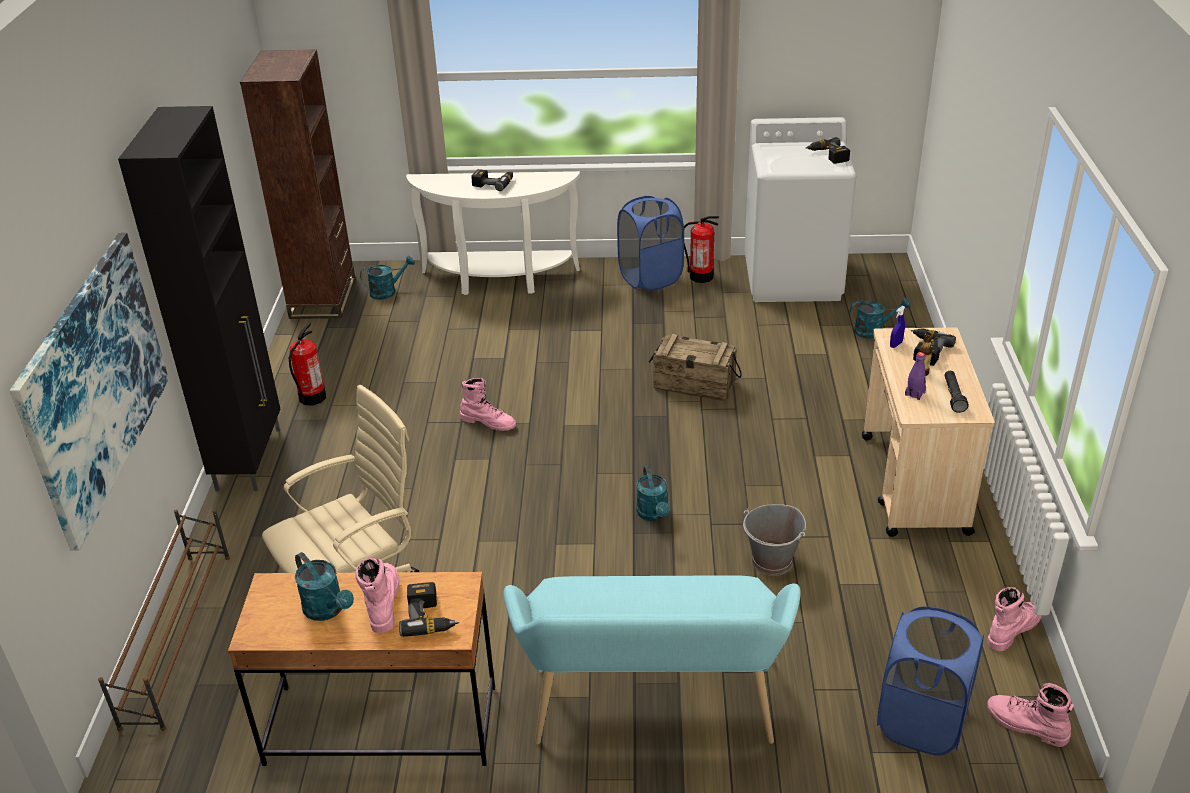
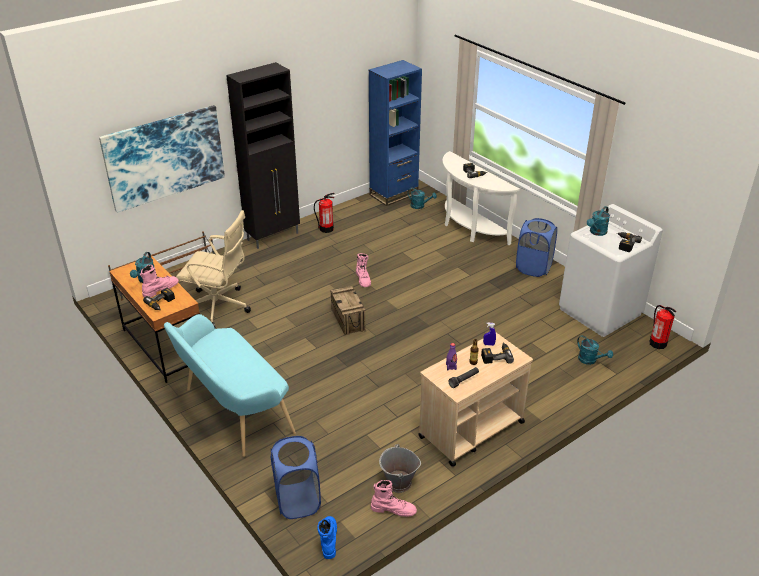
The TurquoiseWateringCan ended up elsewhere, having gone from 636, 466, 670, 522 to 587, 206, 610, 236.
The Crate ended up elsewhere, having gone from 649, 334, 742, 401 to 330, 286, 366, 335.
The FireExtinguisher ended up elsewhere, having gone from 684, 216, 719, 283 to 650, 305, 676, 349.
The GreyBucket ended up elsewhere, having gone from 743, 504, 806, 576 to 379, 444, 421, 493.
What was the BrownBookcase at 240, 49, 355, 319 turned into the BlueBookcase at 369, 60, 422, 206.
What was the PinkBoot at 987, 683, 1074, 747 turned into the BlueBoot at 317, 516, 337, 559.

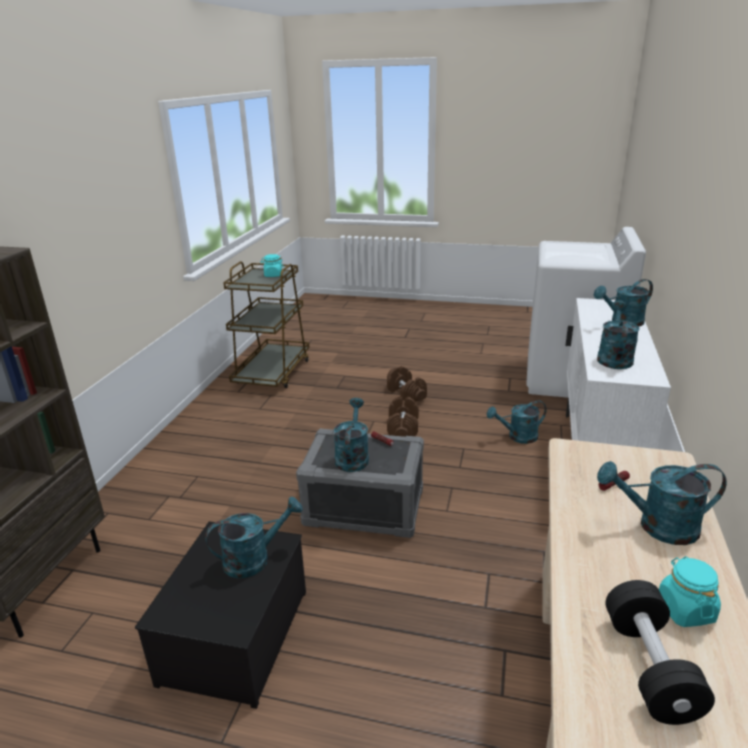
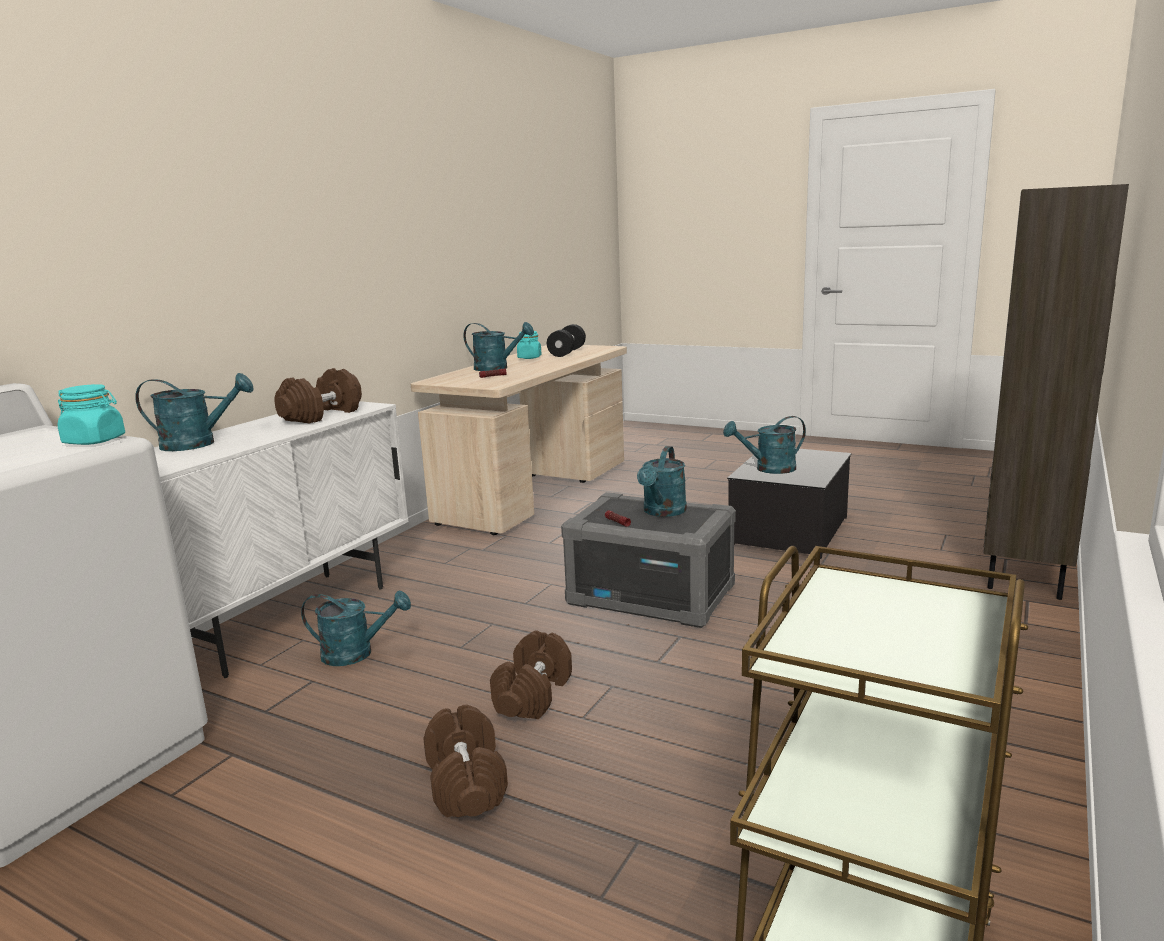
The TurquoiseJar ended up elsewhere, having gone from 260, 254, 284, 277 to 58, 384, 125, 445.
Where the TurquoiseWateringCan stood at 597, 300, 640, 369, the BrownDumbbell came to stand at 274, 368, 362, 423.

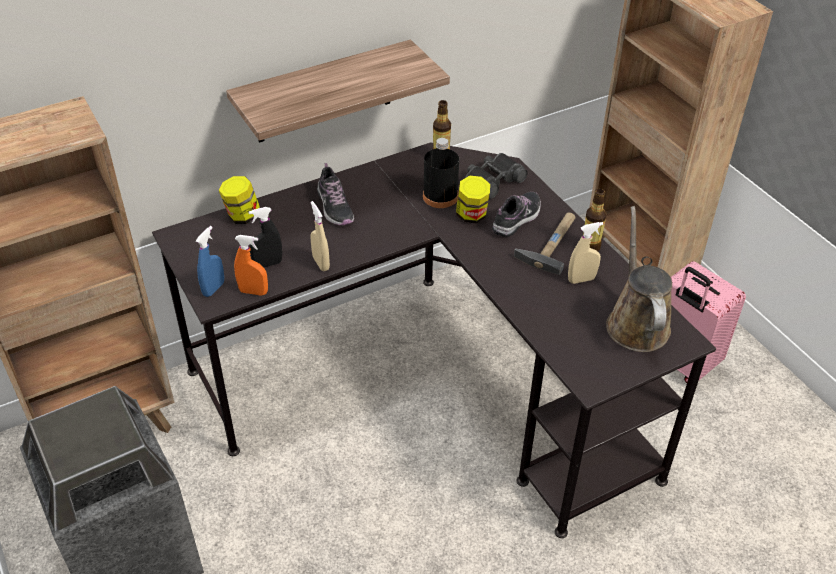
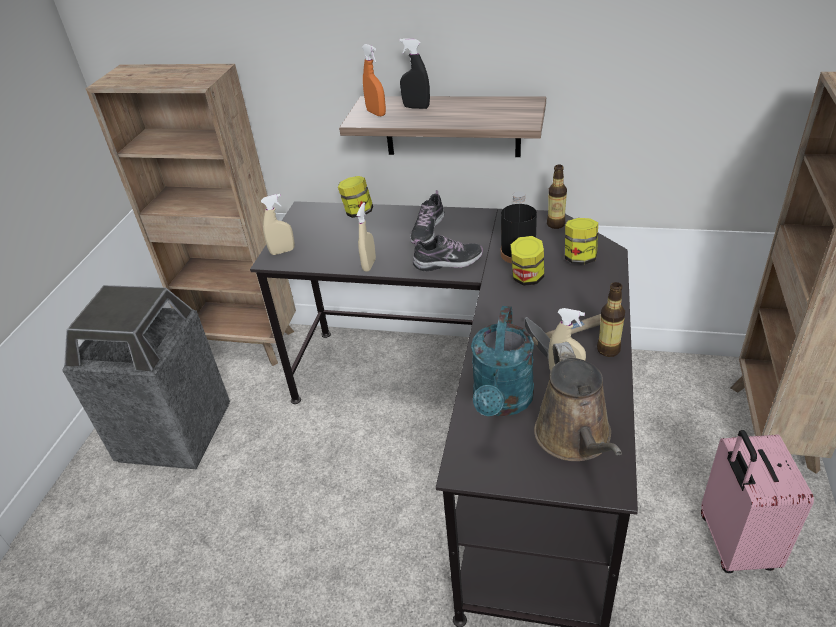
The second view gained the TurquoiseWateringCan at 471, 306, 534, 416.
The OrangeSprayBottle ended up elsewhere, having gone from 234, 235, 268, 296 to 362, 44, 386, 116.
The BlackSprayBottle ended up elsewhere, having gone from 248, 207, 282, 268 to 399, 38, 430, 109.
The Shoe ended up elsewhere, having gone from 492, 192, 541, 237 to 413, 235, 483, 271.
Where the BlackBinoculars stood at 465, 153, 528, 199, the Jar came to stand at 565, 218, 598, 264.
What was the BlueSprayBottle at 196, 226, 224, 297 turned into the BeigeSprayBottle at 261, 194, 295, 255.
The BrownWateringCan at 606, 206, 672, 352 ended up facing another way, 135 degrees clockwise from before.

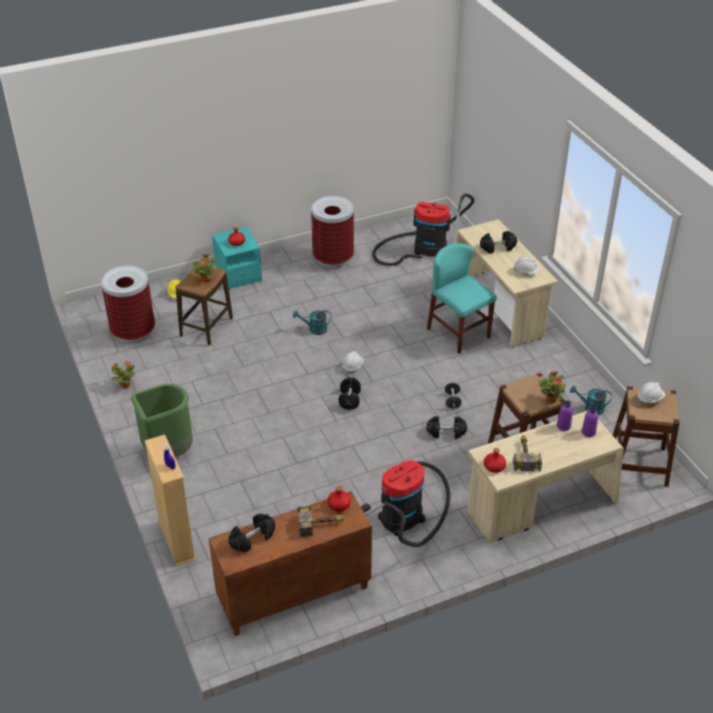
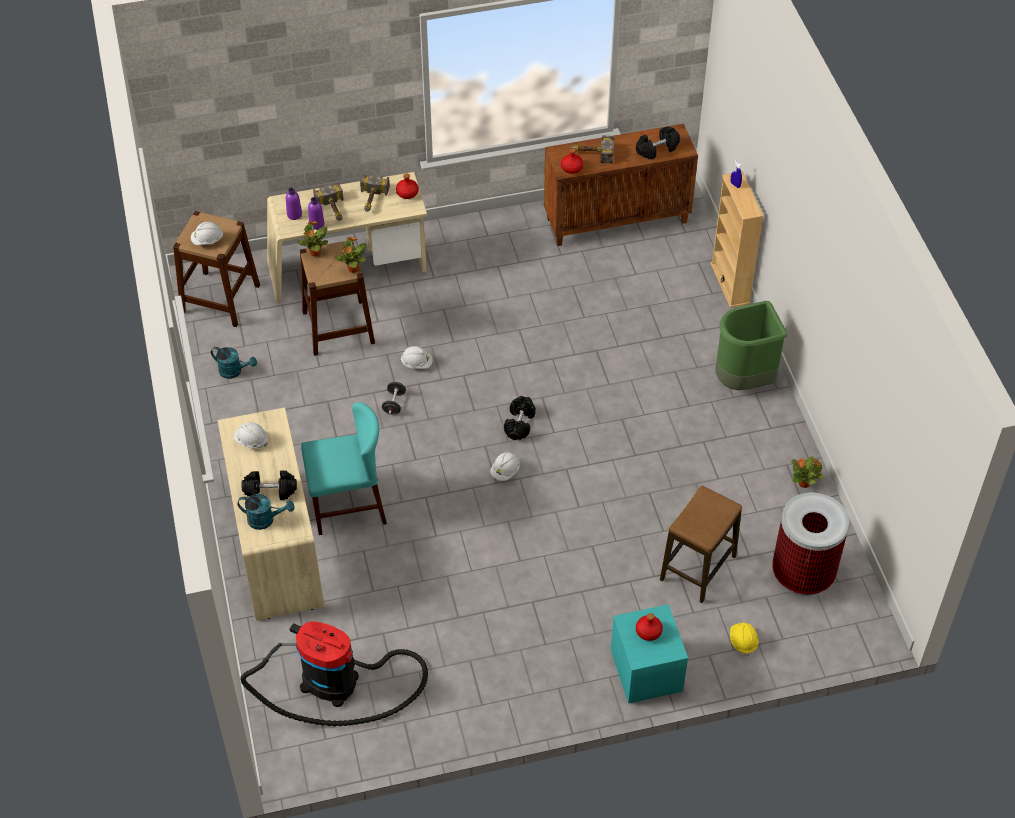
The second view lost the TrashCan at 311, 196, 354, 269.
The second view lost the VacuumCleaner at 361, 460, 450, 547.
The second view gained the Hammer at 313, 183, 344, 221.
The PottedPlant ended up elsewhere, having gone from 193, 254, 217, 282 to 335, 237, 366, 273.
The TurquoiseWateringCan ended up elsewhere, having gone from 293, 310, 331, 335 to 237, 494, 294, 530.
Where the BlackDumbbell stood at 426, 416, 467, 439, the WhiteHardHat came to stand at 401, 346, 433, 369.
The TurquoiseChair at 427, 243, 497, 354 ended up facing another way, 75 degrees counterclockwise from before.

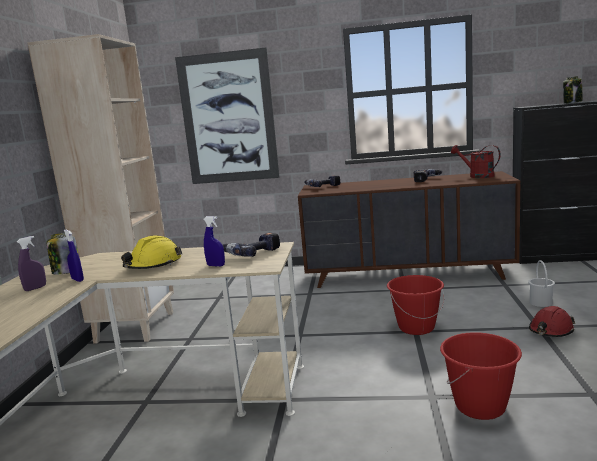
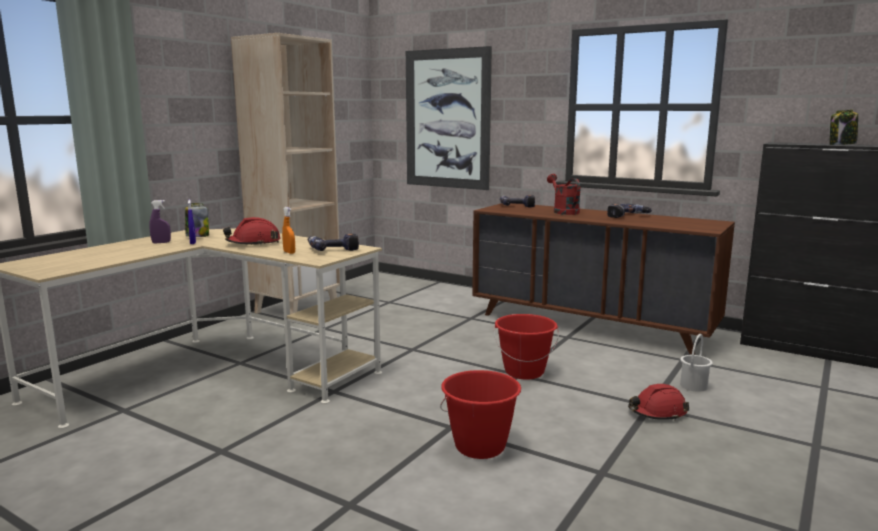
The RedWateringCan ended up elsewhere, having gone from 451, 145, 501, 178 to 547, 174, 581, 215.
What was the YellowHardHat at 121, 235, 182, 269 turned into the RedHardHat at 223, 217, 281, 246.
What was the BlueSprayBottle at 204, 216, 225, 267 turned into the OrangeSprayBottle at 282, 207, 295, 254.

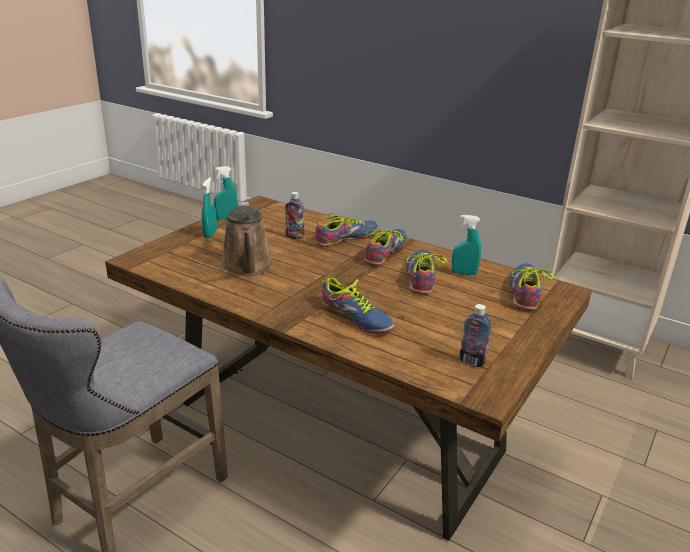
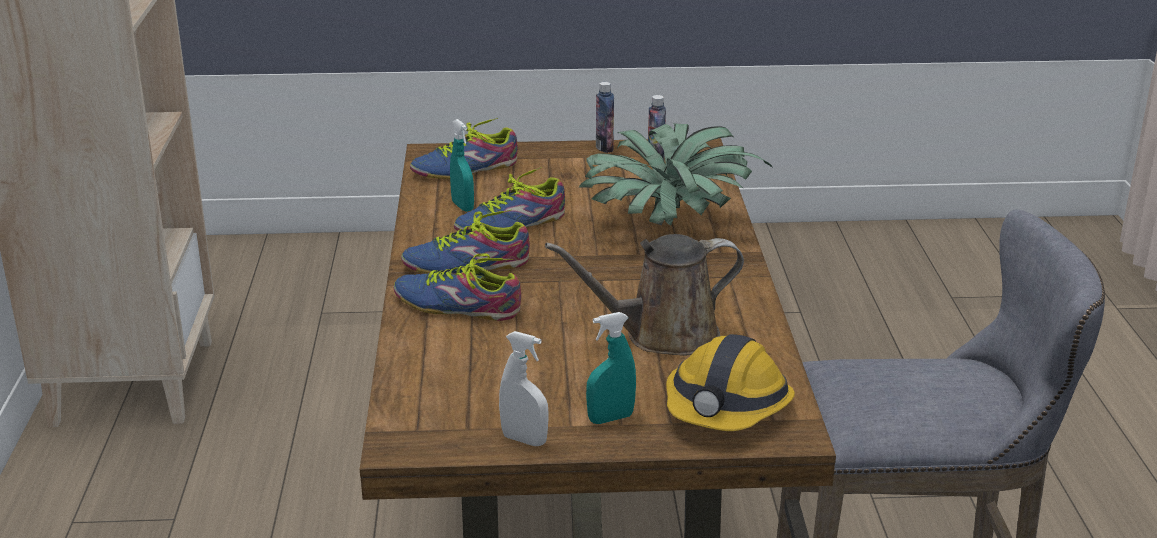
The second view gained the HardHat at 666, 334, 795, 431.
The Bottle ended up elsewhere, having gone from 285, 192, 305, 239 to 596, 82, 614, 153.
Where the Shoe stood at 322, 277, 394, 334, the PottedPlant came to stand at 579, 123, 772, 225.
What was the TurquoiseSprayBottle at 214, 166, 238, 220 turned into the WhiteSprayBottle at 499, 331, 549, 446.
The BrownWateringCan at 221, 202, 273, 276 ended up facing another way, 150 degrees counterclockwise from before.

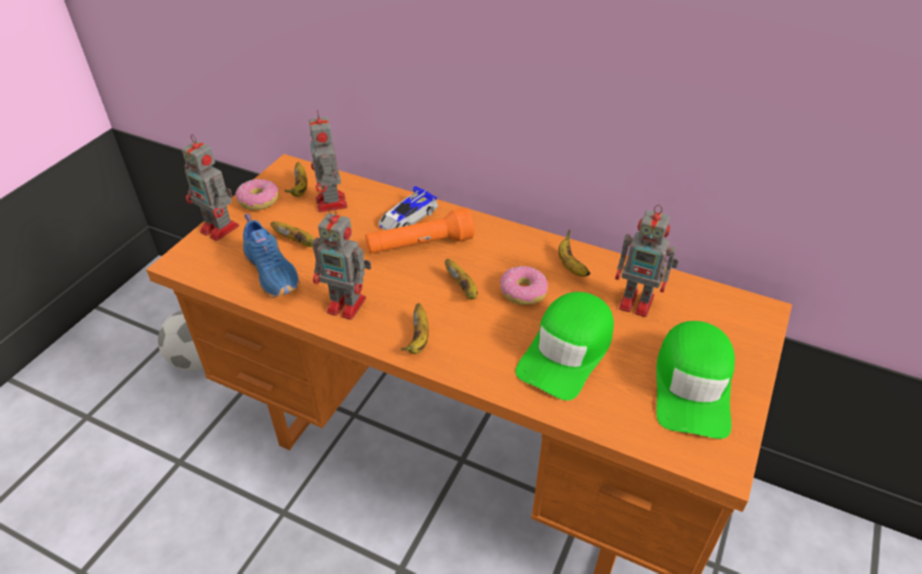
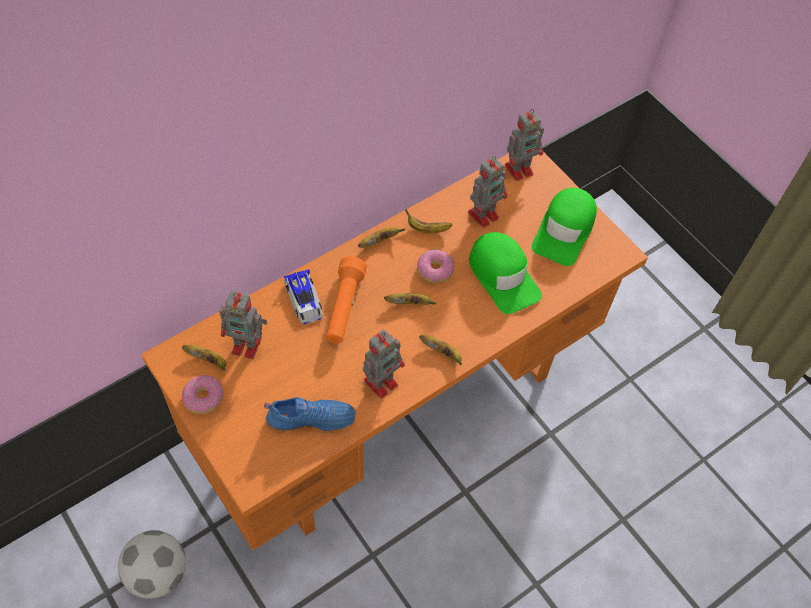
The ToyRobot ended up elsewhere, having gone from 182, 134, 239, 241 to 505, 109, 544, 181.
The Banana ended up elsewhere, having gone from 270, 221, 314, 247 to 358, 227, 405, 248.
The GreenCap at 656, 321, 735, 439 ended up facing another way, 75 degrees clockwise from before.

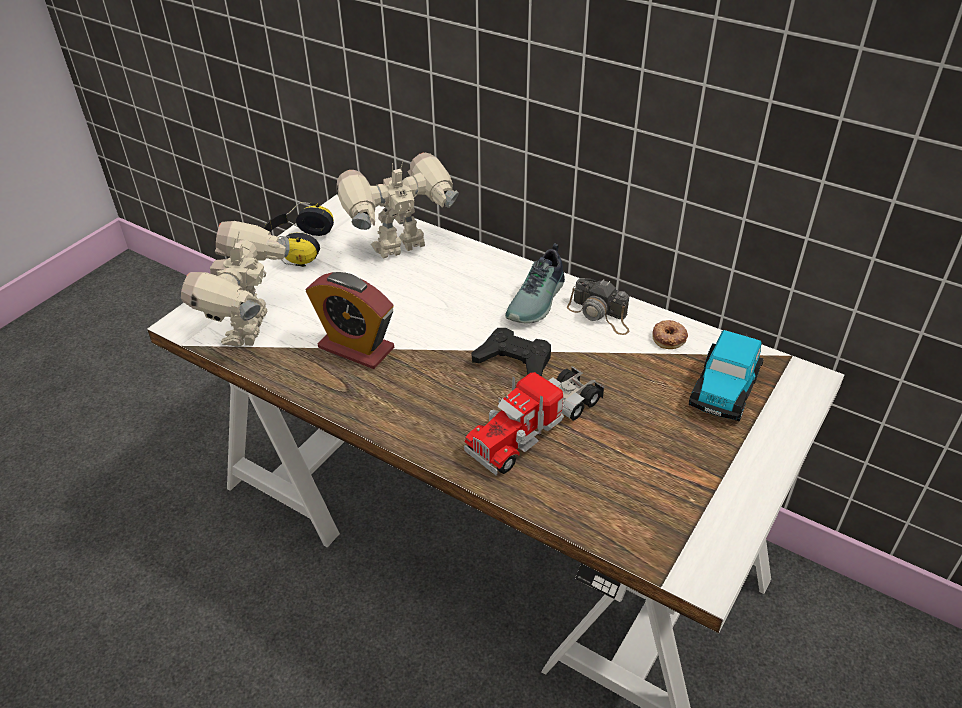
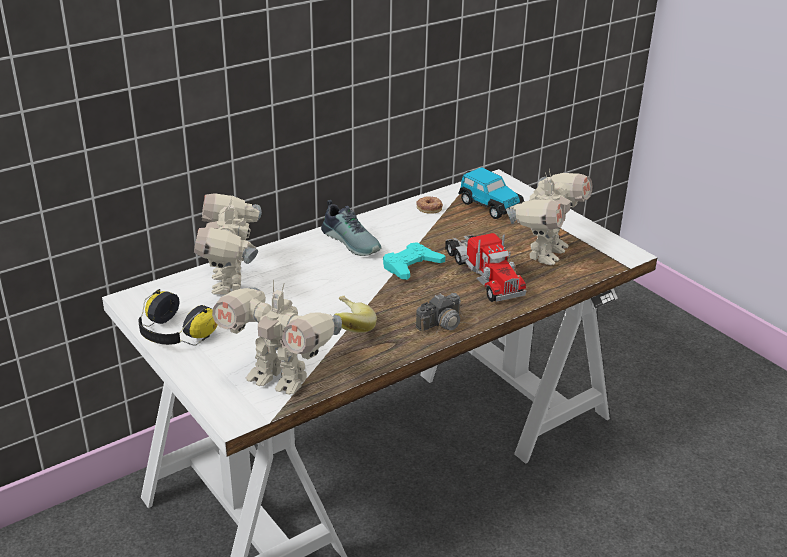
The second view gained the ToyRobot at 506, 169, 593, 265.
The PhotoCamera ended up elsewhere, having gone from 567, 278, 629, 335 to 416, 293, 479, 337.
Where the AlarmClock stood at 306, 272, 394, 369, the Banana came to stand at 334, 296, 377, 333.
What was the BlackGameController at 472, 328, 551, 377 turned into the TurquoiseGameController at 383, 242, 446, 280.

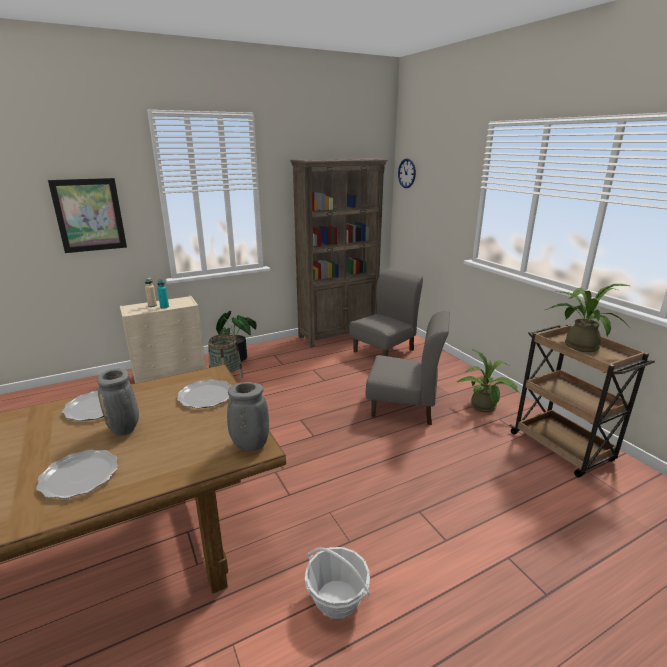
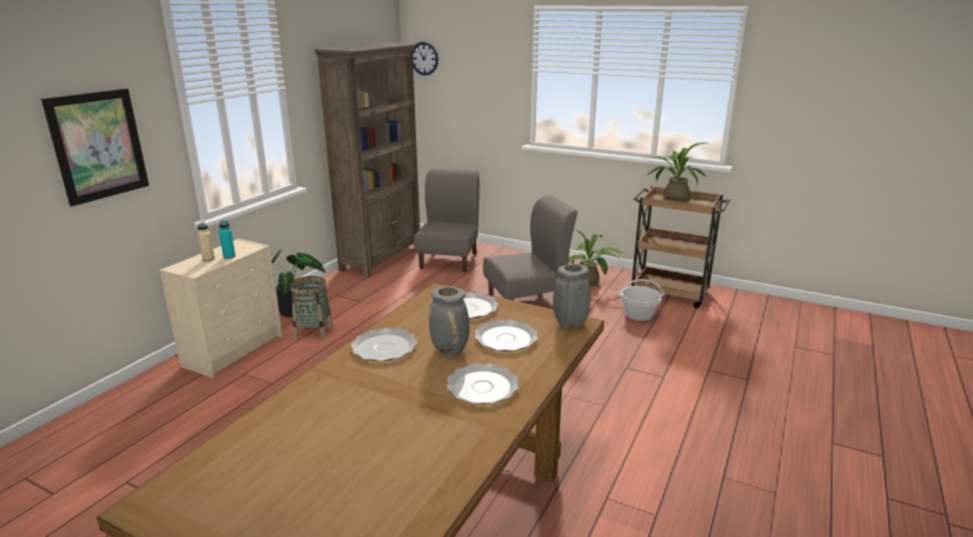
The second view gained the Plate at 475, 320, 538, 351.
The Basket ended up elsewhere, having gone from 305, 547, 370, 619 to 618, 279, 665, 321.

